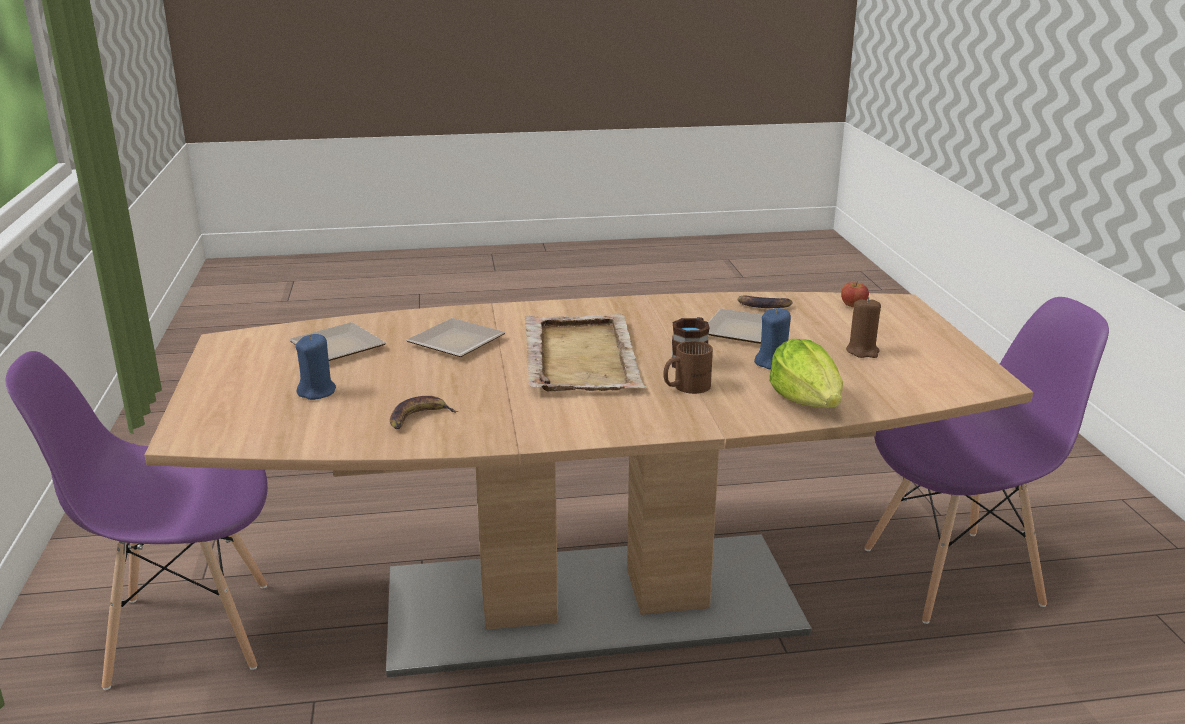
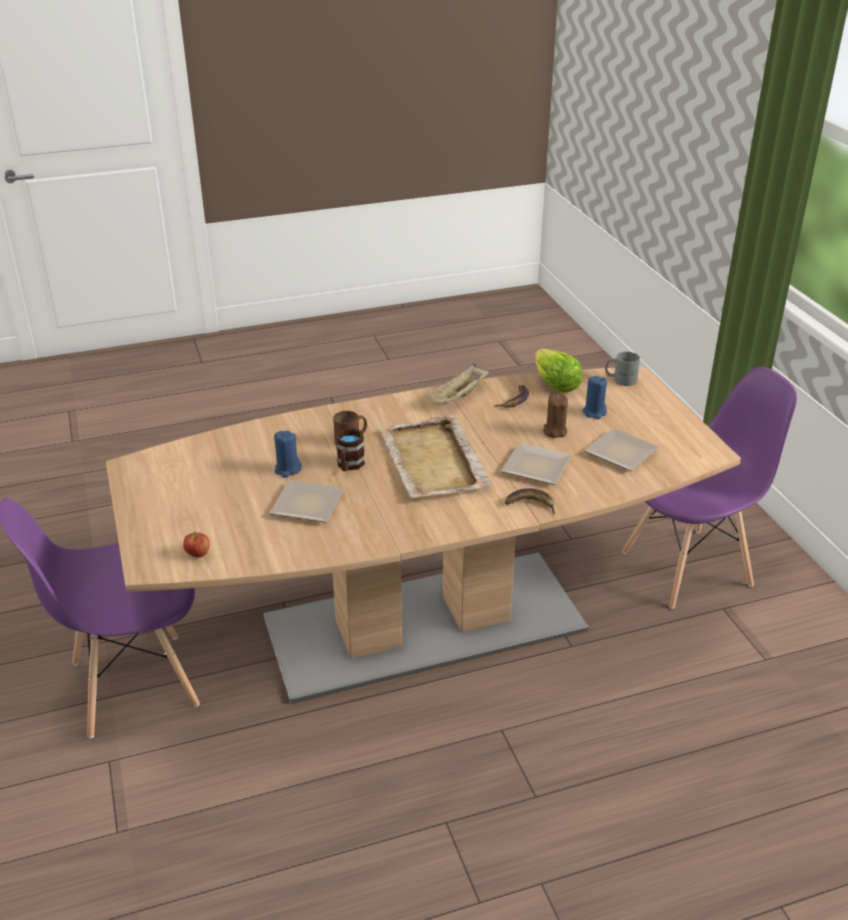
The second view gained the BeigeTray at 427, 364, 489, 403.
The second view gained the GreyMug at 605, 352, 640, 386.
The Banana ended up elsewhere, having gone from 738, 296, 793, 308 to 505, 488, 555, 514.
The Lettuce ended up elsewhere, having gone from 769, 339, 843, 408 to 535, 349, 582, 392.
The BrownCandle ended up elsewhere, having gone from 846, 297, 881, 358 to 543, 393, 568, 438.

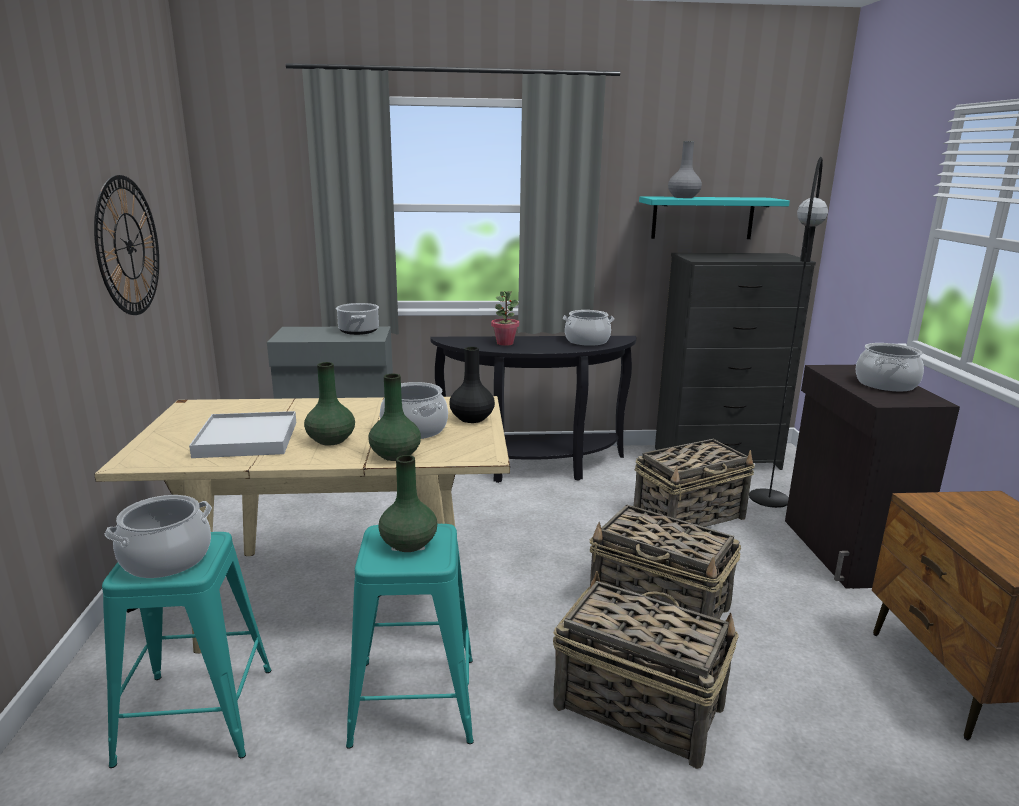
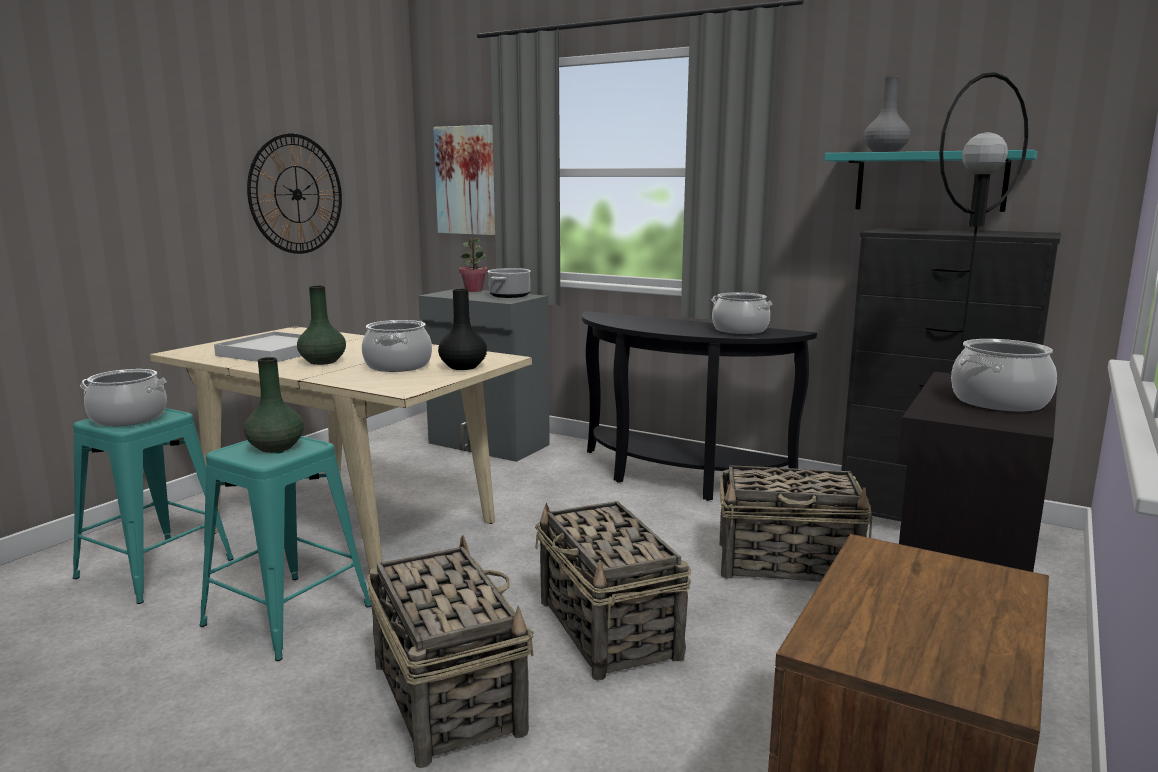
The second view lost the GreenVase at 368, 374, 421, 461.
The second view gained the Picture at 433, 125, 495, 235.
The PottedPlant ended up elsewhere, having gone from 491, 291, 519, 346 to 459, 237, 487, 292.

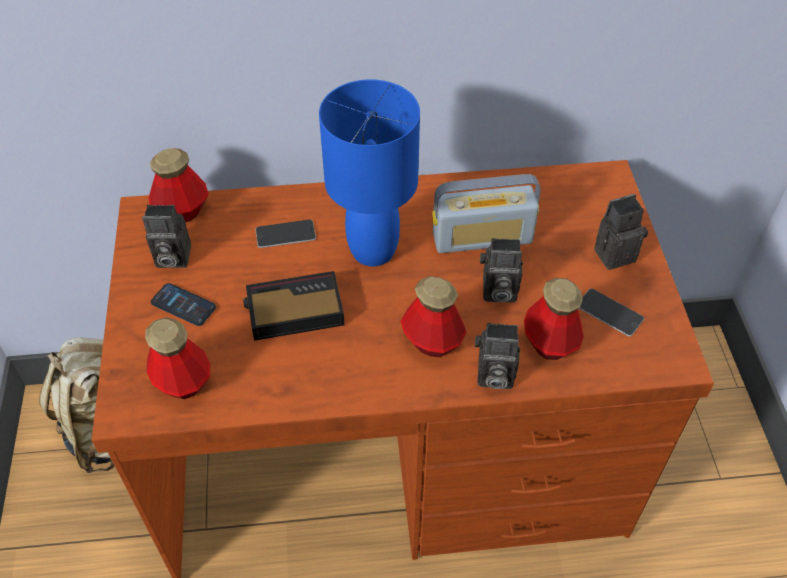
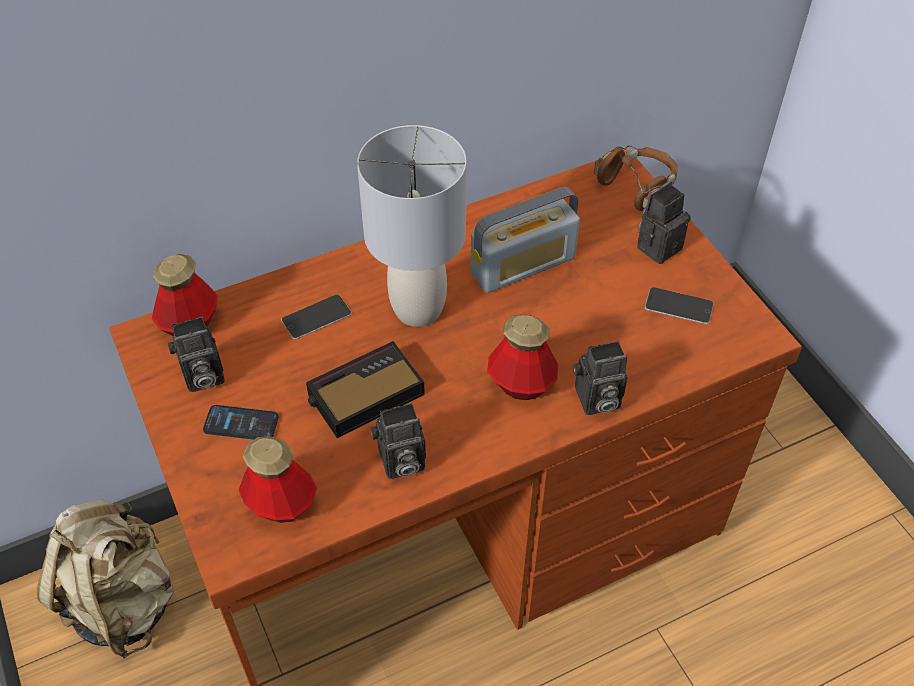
The second view lost the Bottle at 524, 278, 584, 360.
The second view gained the BrownHeadphones at 594, 145, 678, 211.
The PhotoCamera ended up elsewhere, having gone from 480, 238, 523, 303 to 370, 403, 426, 479.
What was the BlueTableLamp at 319, 80, 420, 266 turned into the GreyTableLamp at 357, 125, 467, 327.

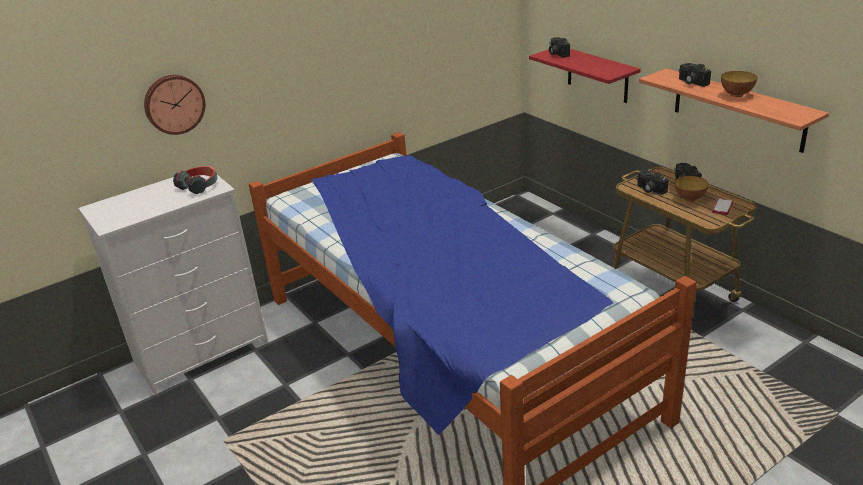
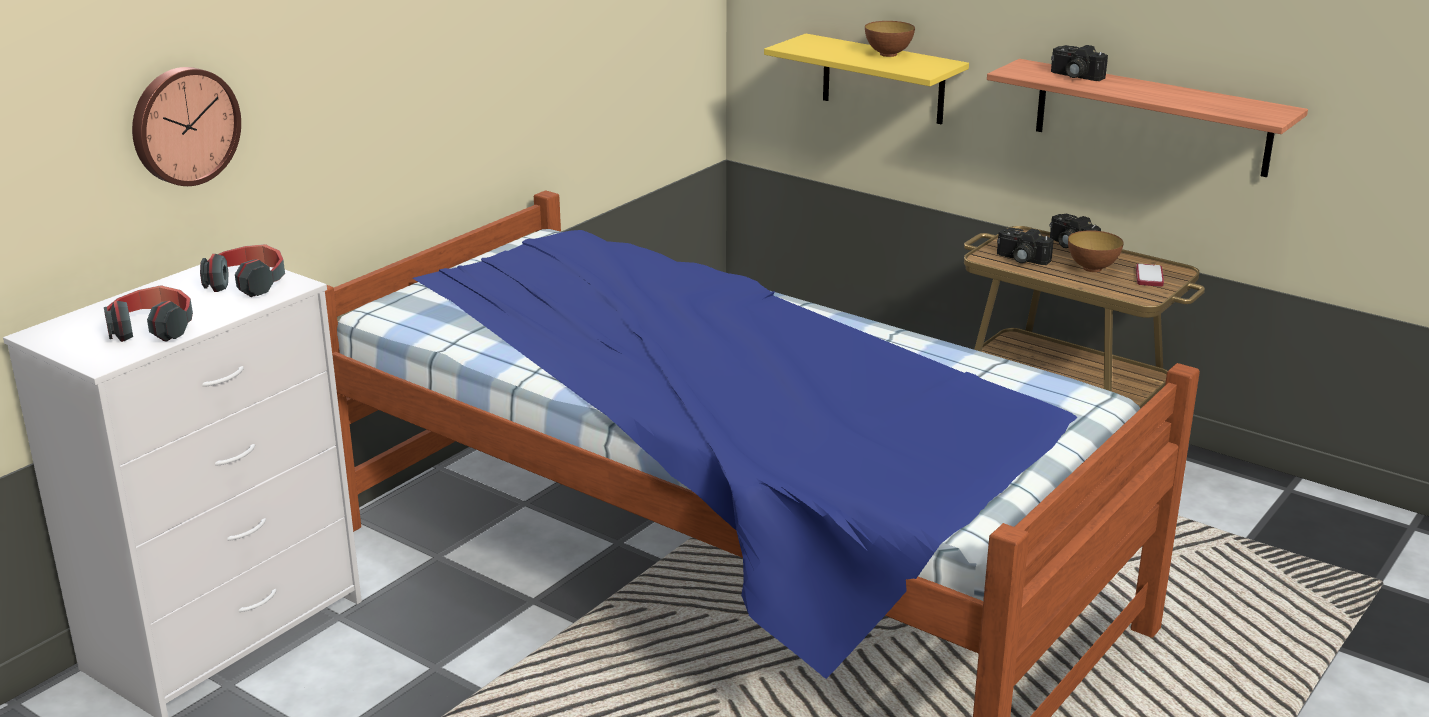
The second view lost the PhotoCamera at 549, 37, 570, 58.
The second view gained the Headphones at 104, 285, 193, 342.
The Bowl ended up elsewhere, having gone from 721, 71, 758, 97 to 865, 21, 915, 57.
What was the RedShelf at 529, 49, 641, 103 turned into the YellowShelf at 764, 34, 969, 124.

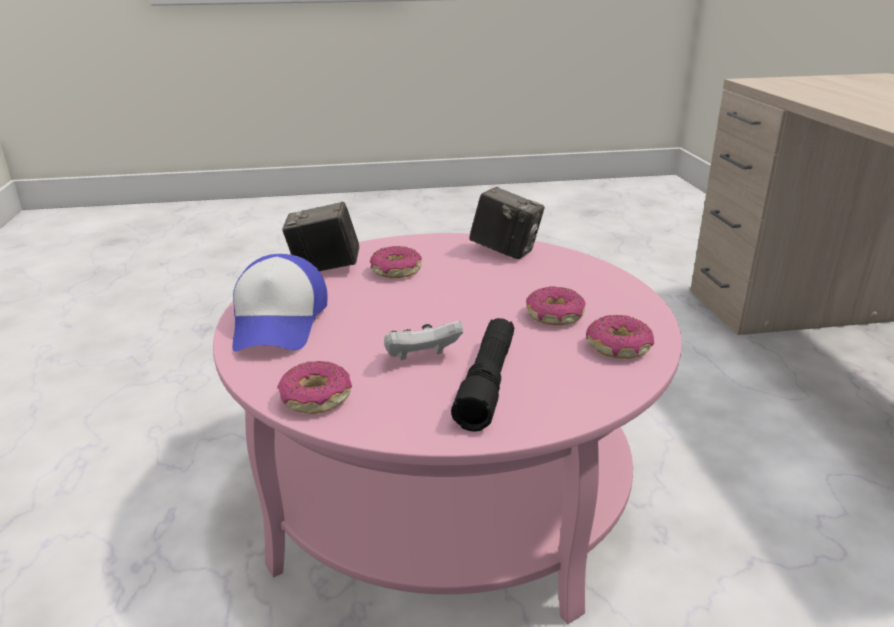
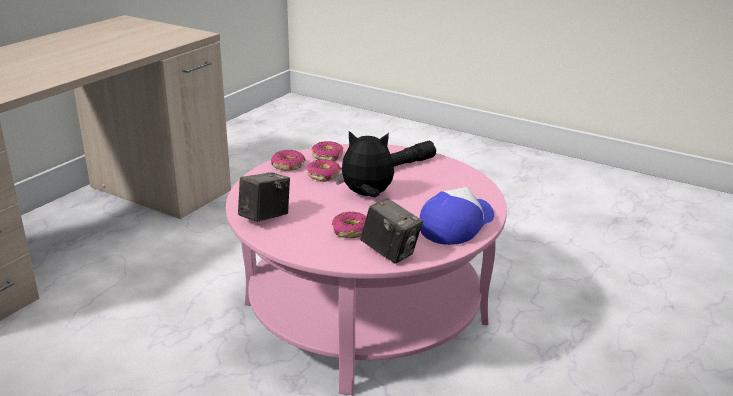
The second view lost the WhiteGameController at 384, 321, 463, 360.
The second view gained the PlushToy at 335, 131, 394, 198.
The Donut ended up elsewhere, having gone from 277, 361, 352, 414 to 271, 150, 306, 171.
The PhotoCamera at 469, 187, 545, 259 ended up facing another way, 60 degrees clockwise from before.

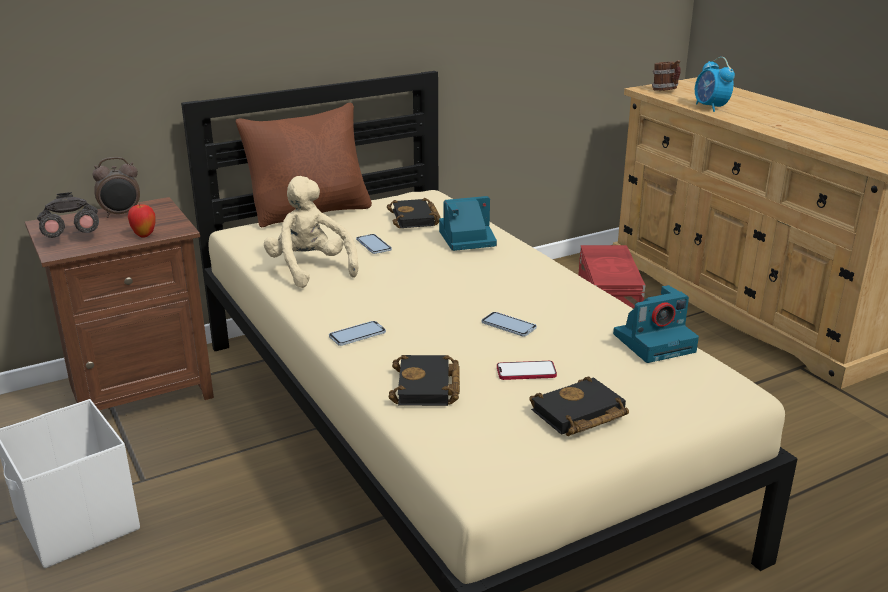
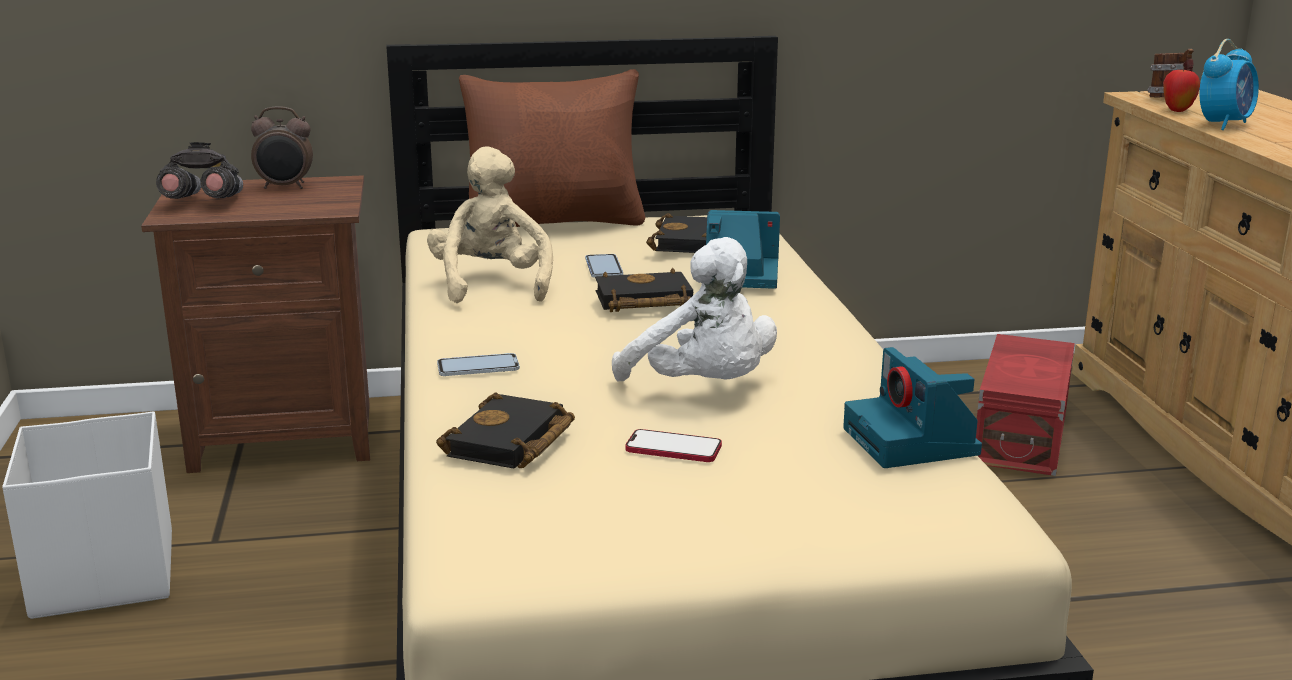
The Apple ended up elsewhere, having gone from 128, 203, 156, 238 to 1163, 69, 1200, 112.
The BlackBook ended up elsewhere, having gone from 529, 376, 629, 436 to 595, 268, 693, 312.
Where the Phone stood at 481, 312, 537, 337, the WhitePlushToy came to stand at 612, 237, 777, 381.
The PhotoCamera at 613, 285, 699, 363 ended up facing another way, 75 degrees clockwise from before.
The AlarmClock at 695, 57, 735, 112 ended up facing another way, 135 degrees counterclockwise from before.

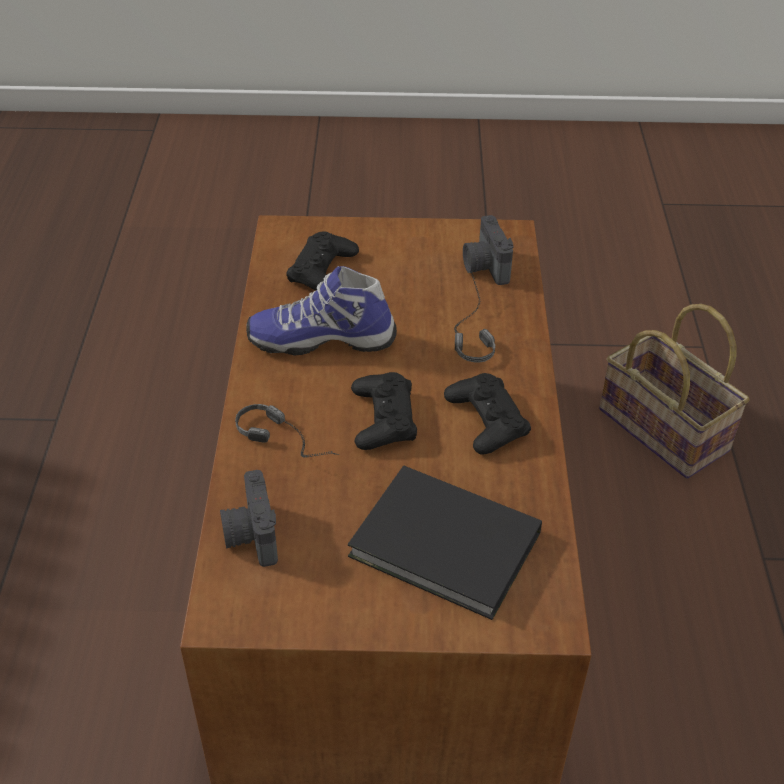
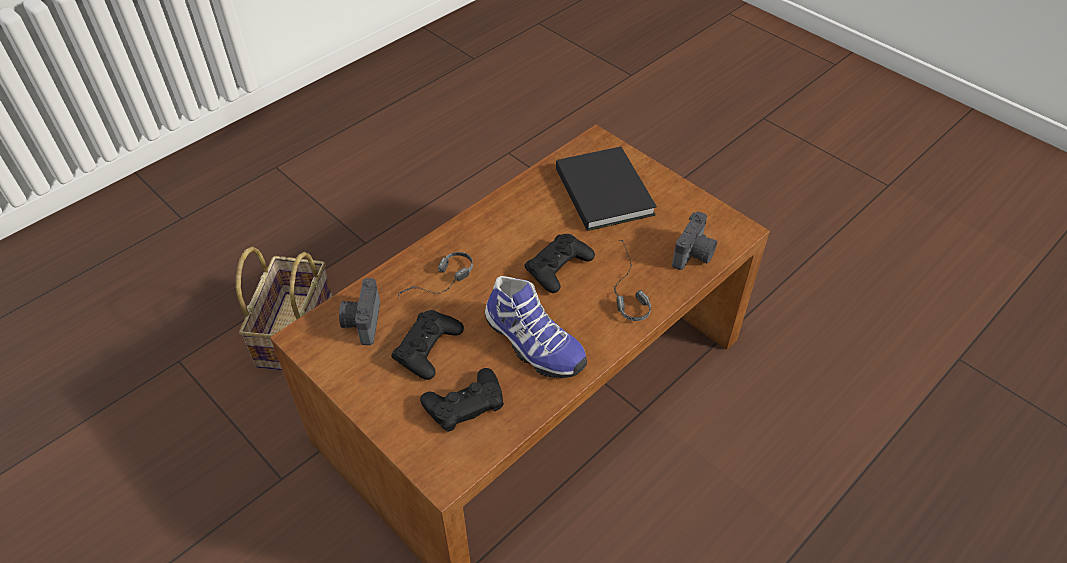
The BlackGameController ended up elsewhere, having gone from 444, 373, 531, 455 to 391, 310, 464, 380.
The PhotoCamera at 463, 215, 514, 285 ended up facing another way, 150 degrees clockwise from before.

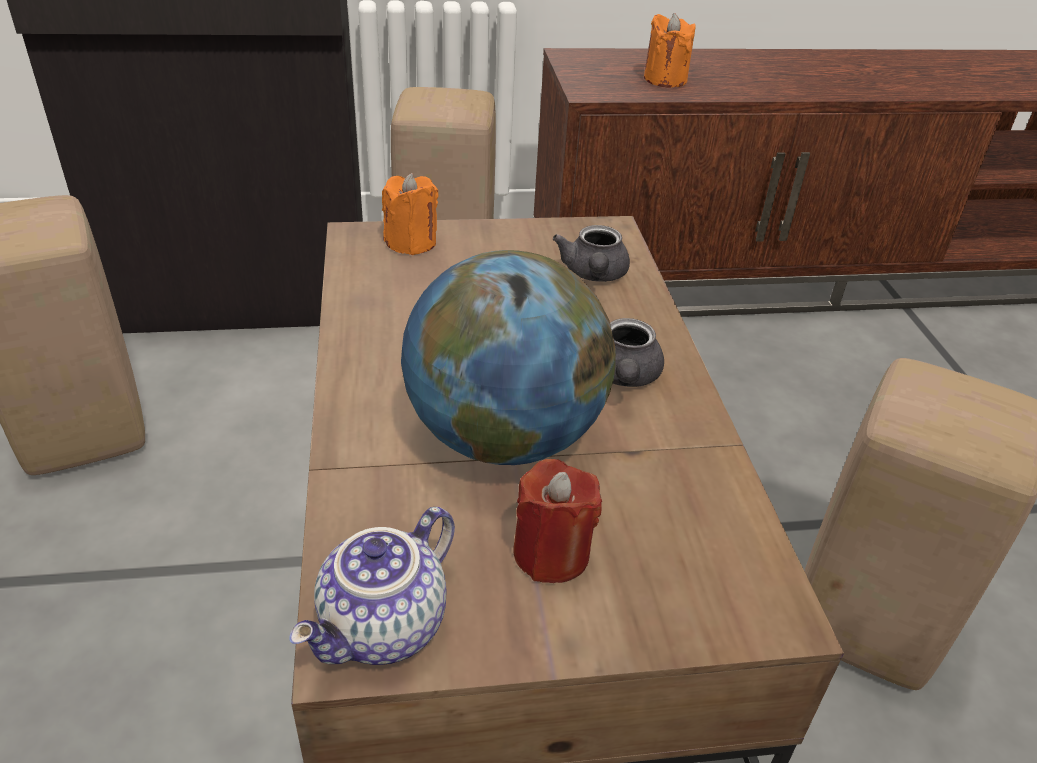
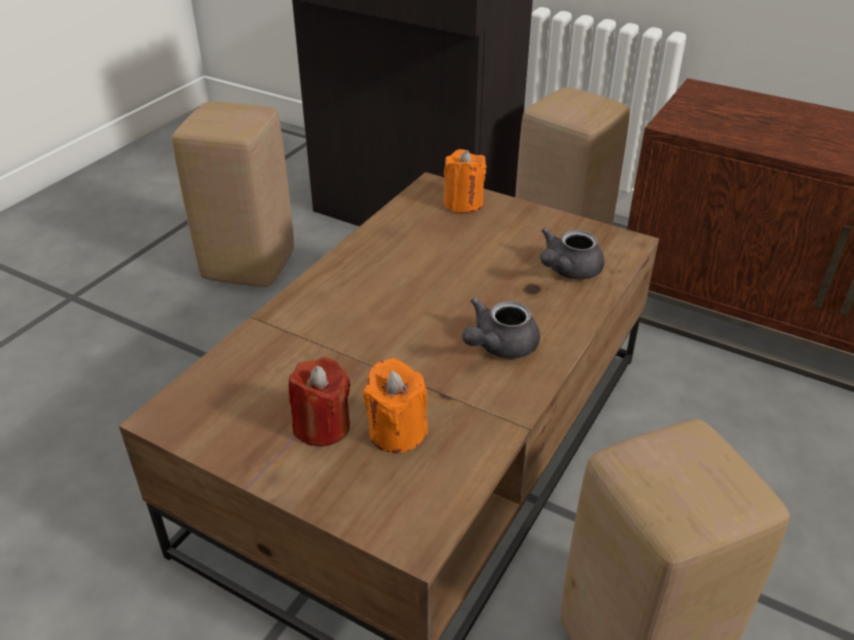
The second view lost the Teapot at 289, 507, 455, 665.
The second view lost the Globe at 401, 250, 616, 465.
The OrangeCandle ended up elsewhere, having gone from 644, 13, 696, 88 to 363, 358, 428, 453.

